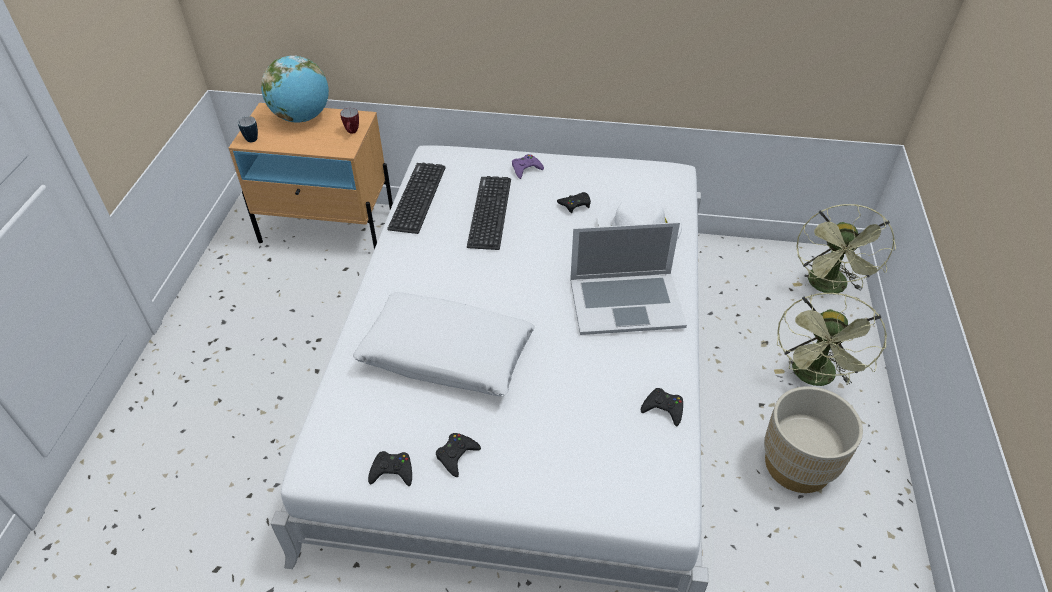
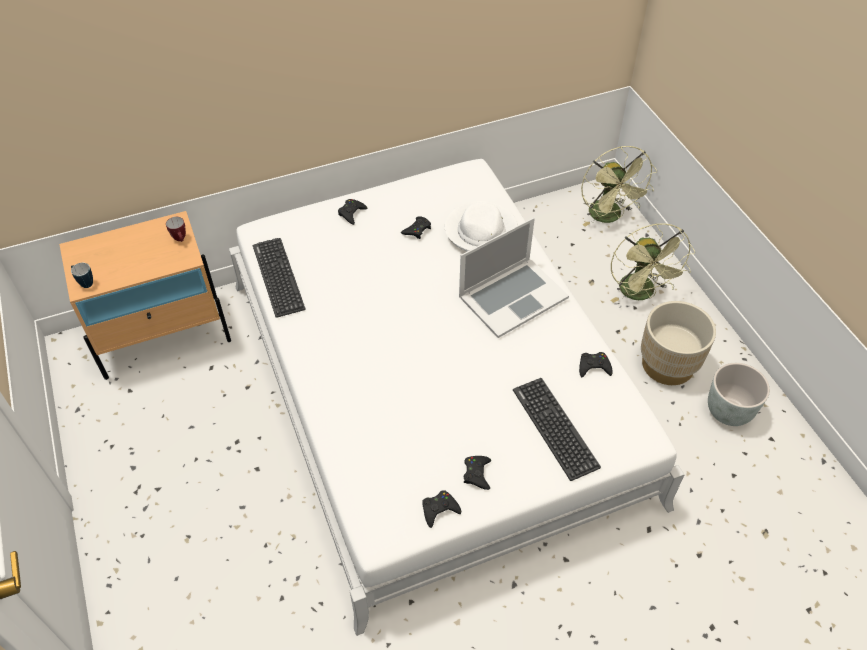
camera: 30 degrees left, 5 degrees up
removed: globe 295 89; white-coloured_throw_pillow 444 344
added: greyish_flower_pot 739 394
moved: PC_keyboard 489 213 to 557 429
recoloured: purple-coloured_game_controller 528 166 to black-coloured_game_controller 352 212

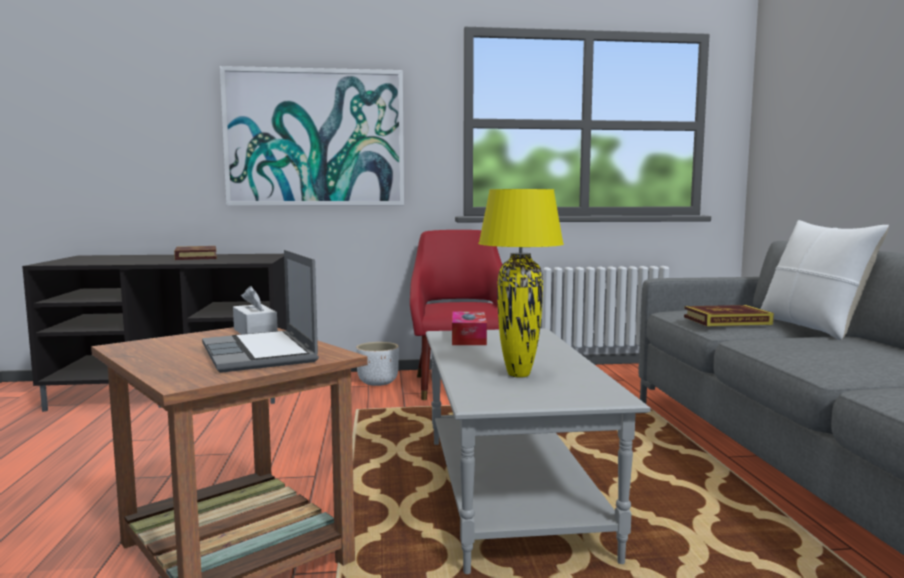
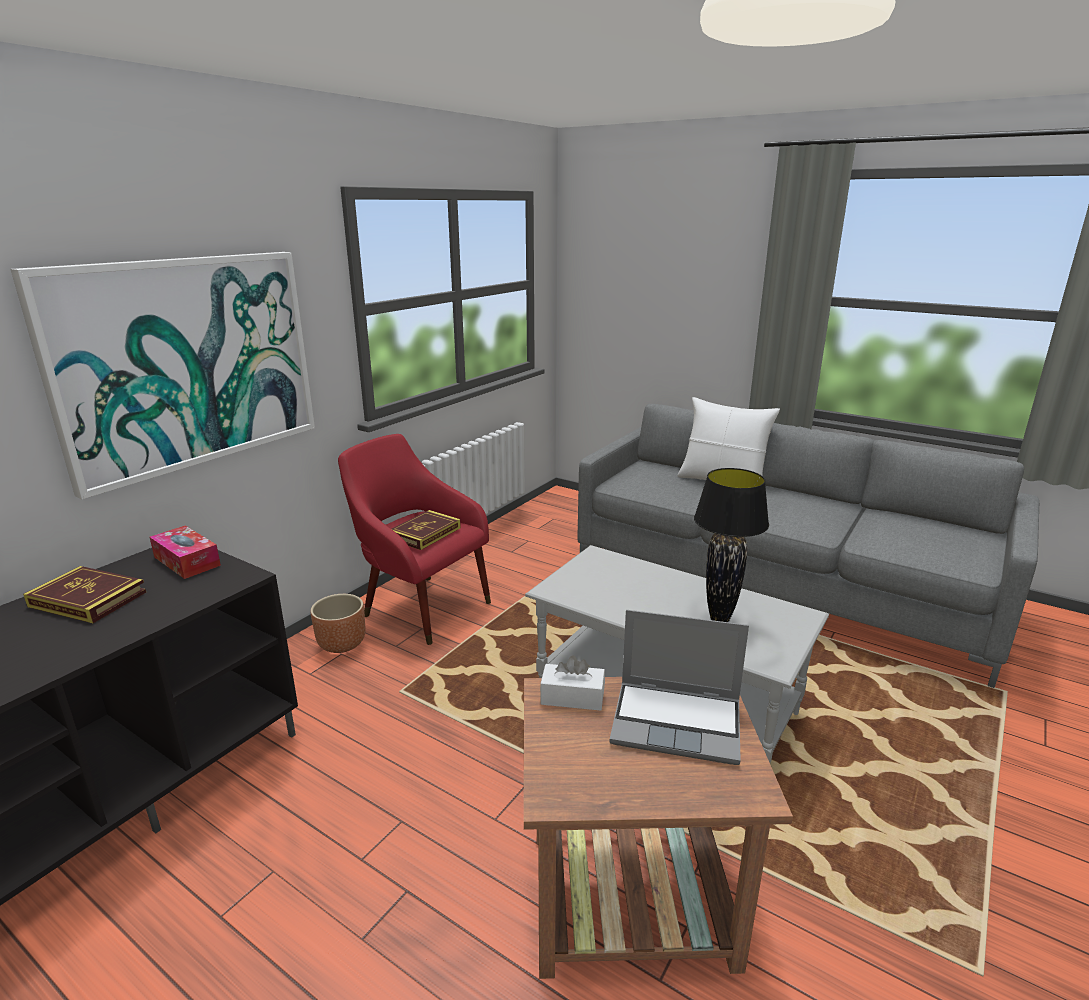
camera: 50 degrees left, 15 degrees up
moved: tissue_holder 469 328 to 185 552; bound_book 729 315 to 426 530
recoloured: white-coloured_flower_pot 377 364 to brownish_flower_pot 338 623; yellow-coloured_table_lamp 521 283 to black-coloured_table_lamp 731 545

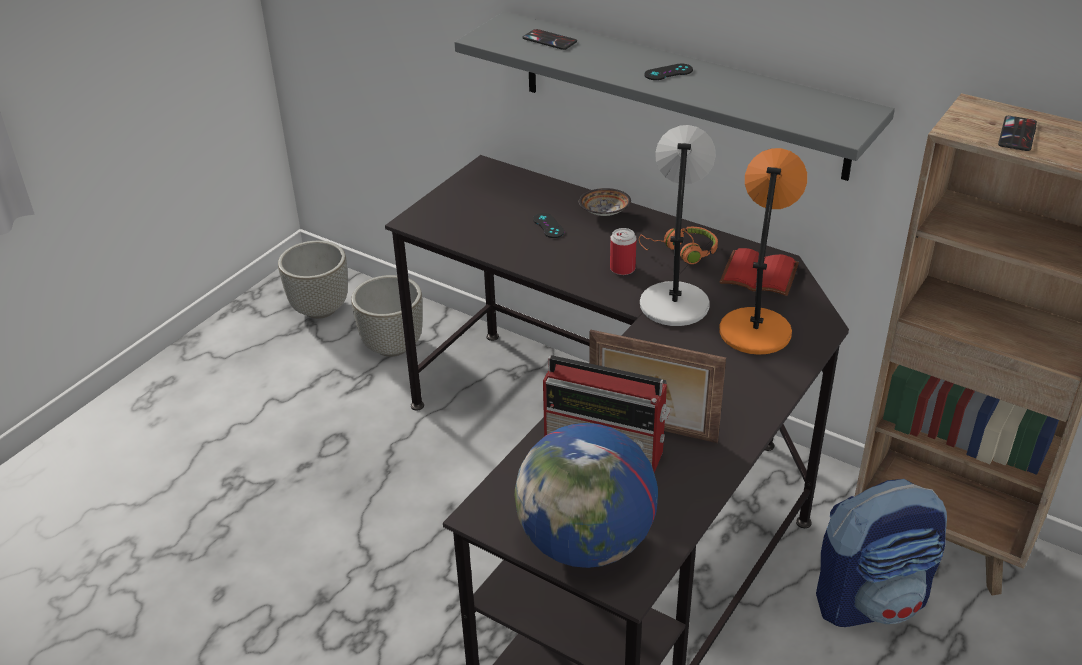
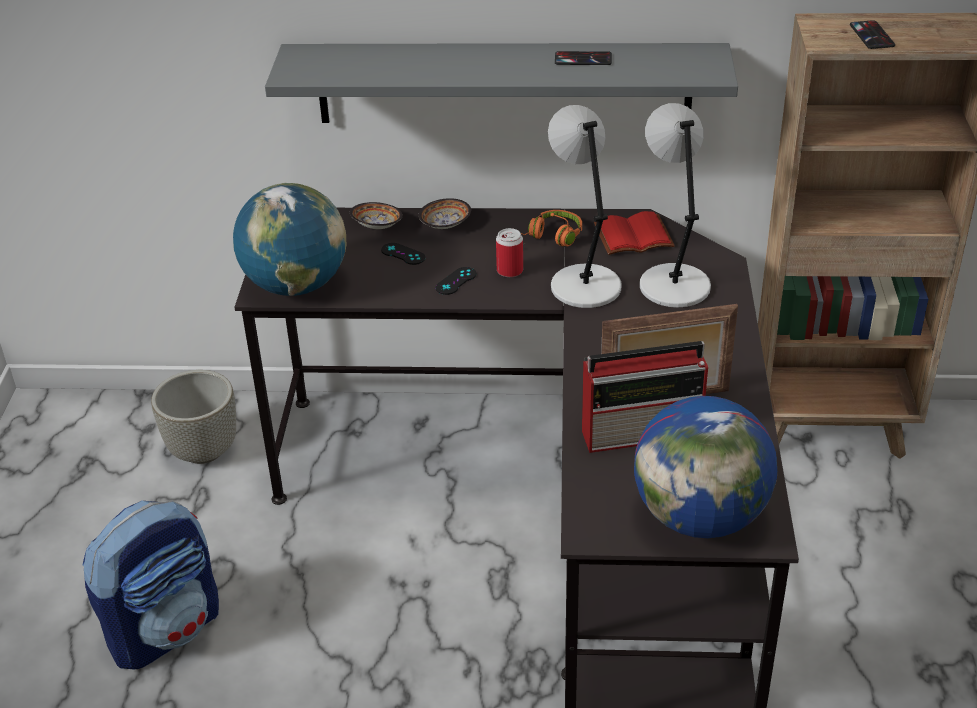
camera: 30 degrees left, 0 degrees up
removed: greyish_flower_pot 313 280
added: globe 289 239; serving_bowl 376 215
moved: rucksack 881 553 to 150 585; black-coloured_game_controller 668 72 to 456 281; telephone 549 39 to 583 58
recoloured: orange_table_lamp 763 251 to greyish_table_lamp 675 205

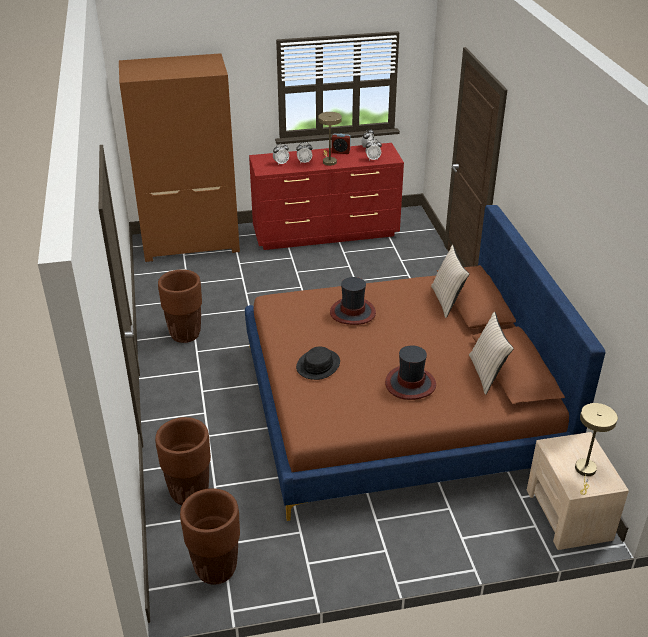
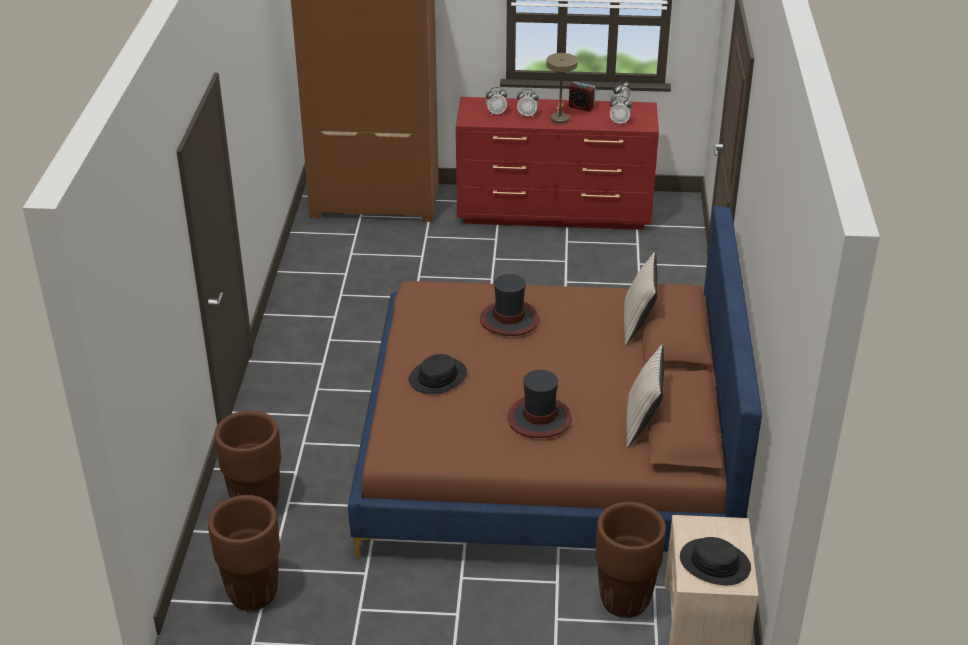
camera: 15 degrees right, 0 degrees up
moved: brownish_flower_pot 180 306 to 631 560
replaced: sand-coloured_table_lamp 596 449 to black-coloured_clothing_hat 715 561

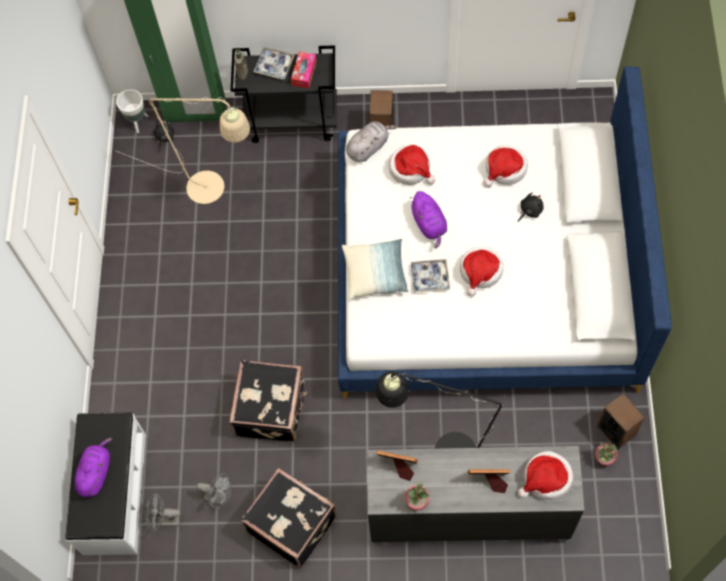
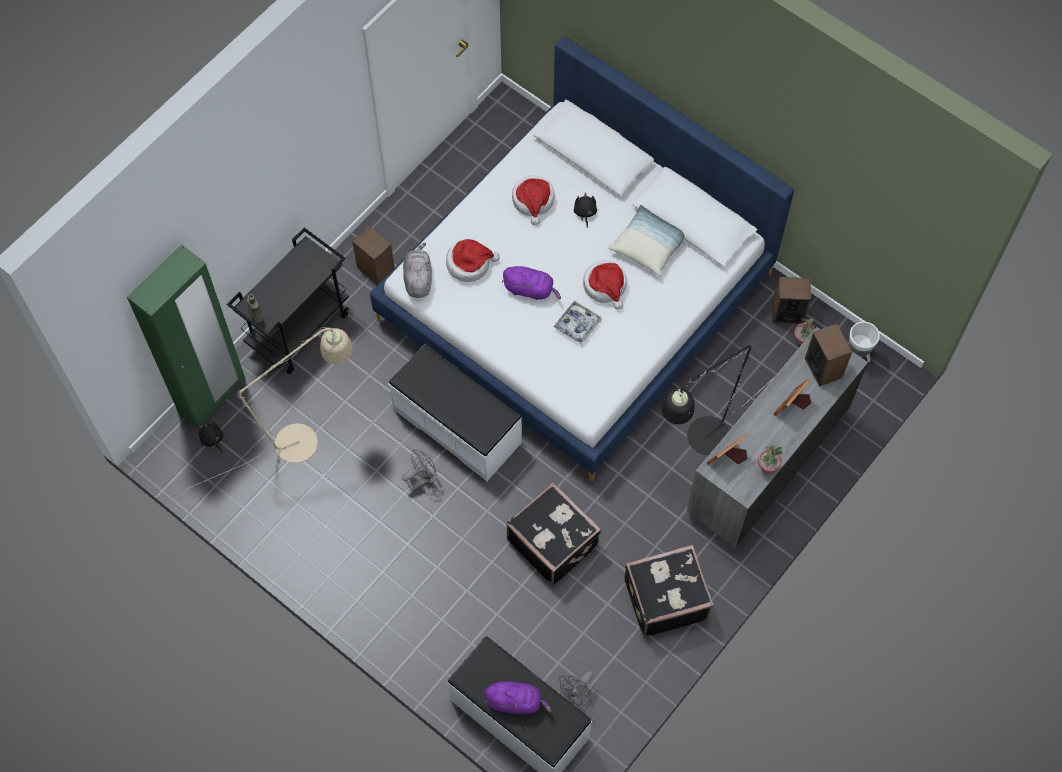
camera: 55 degrees left, 0 degrees up
removed: serving_tray 273 63; tissue_holder 304 70
added: white-coloured_bench 455 412
moved: greyish_fan 214 491 to 419 470; throw_pillow 375 269 to 646 240; white-coloured_flower_pot 132 111 to 864 341
replaced: clothing_hat 545 475 to loudspeaker 828 355
turned: purple-coloured_plush_toy 93 467 = 518 697 135 degrees clockwise

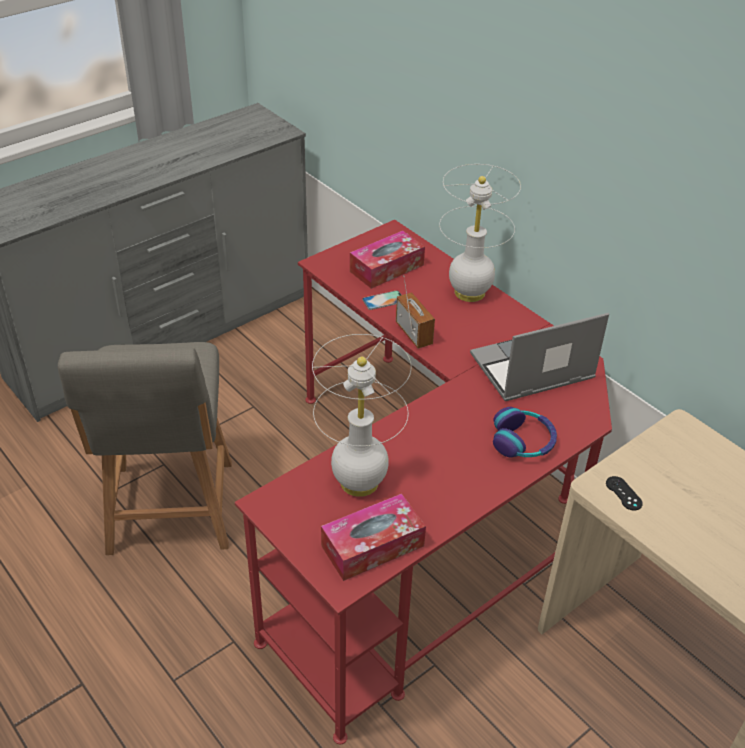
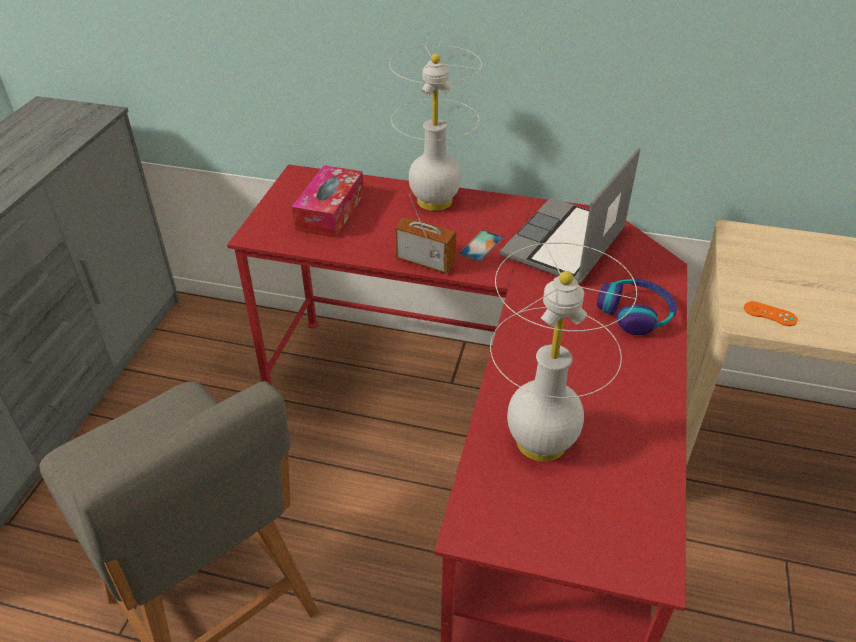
camera: 35 degrees left, 0 degrees up
removed: tissue_holder 373 537
moved: telephone 381 300 to 481 245
recoloured: black-coloured_game_controller 624 493 to orange_game_controller 771 313

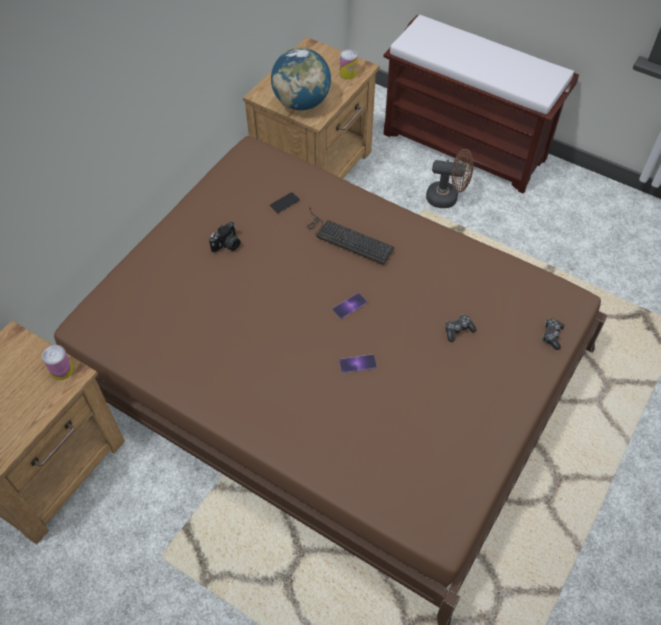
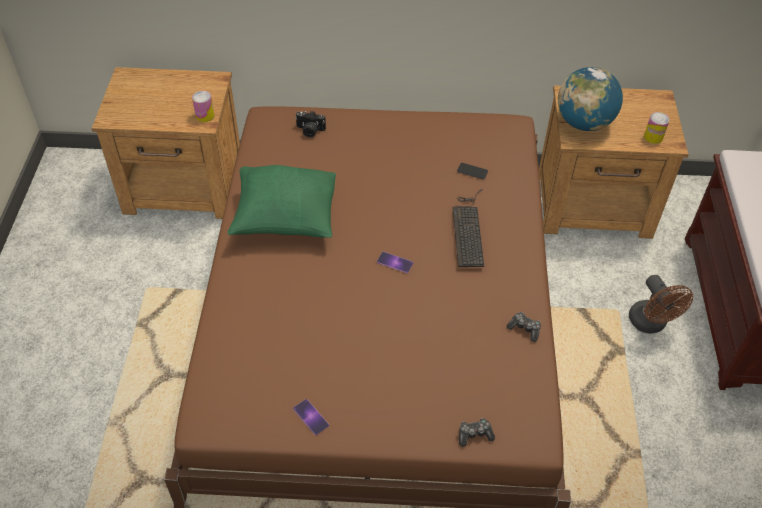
camera: 60 degrees right, 5 degrees down
added: green_throw_pillow 281 201
moved: telephone 358 363 to 311 417; photo_camera 224 237 to 310 124; game_controller 461 328 to 524 327

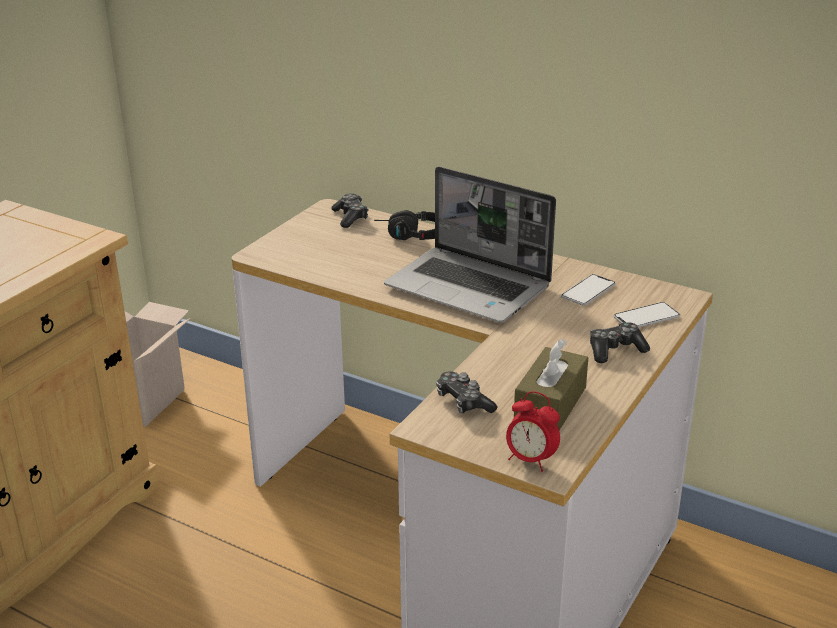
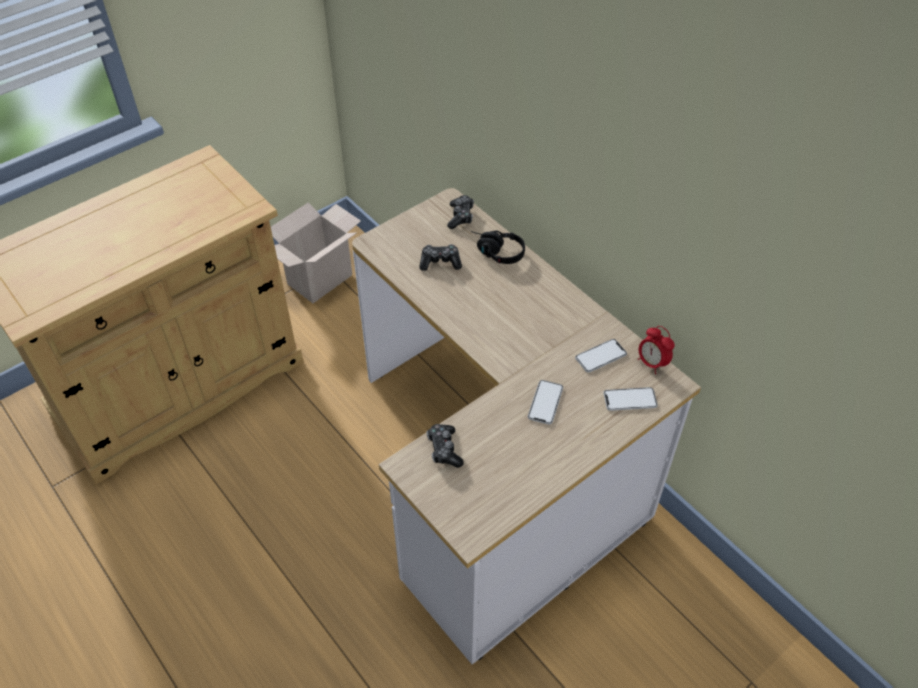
camera: 20 degrees right, 20 degrees up
removed: portable_computer 470 244; brownish_tissue_holder 551 385
added: telephone 545 402
moved: game_controller 620 342 to 440 257; alarm_clock 533 431 to 656 350

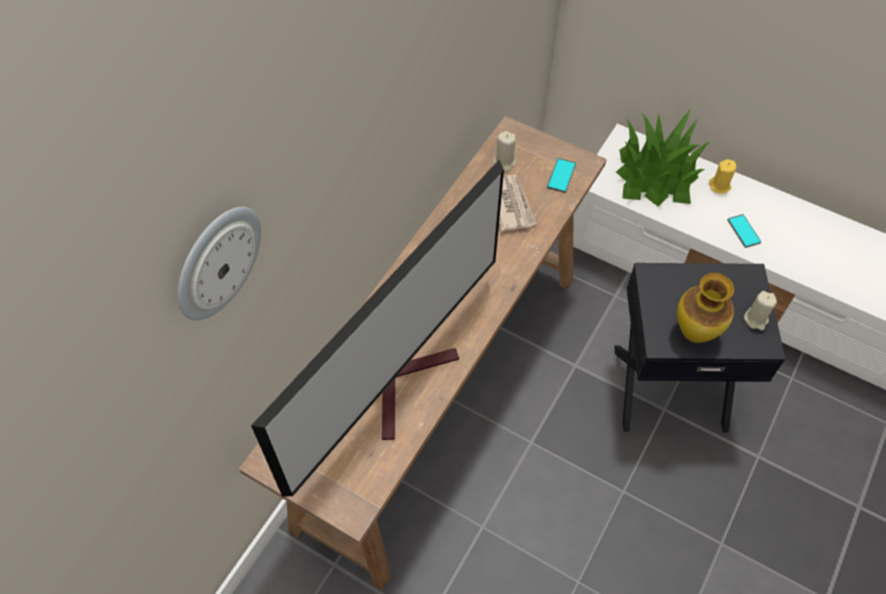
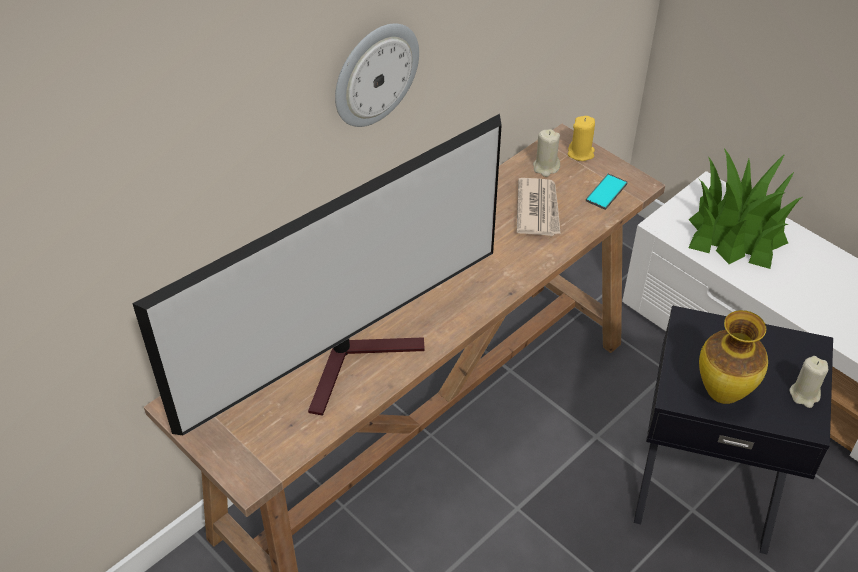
camera: 15 degrees right, 10 degrees down
removed: telephone 744 231
moved: hanging_clock 219 264 to 377 75; yellow-coloured_candle 723 176 to 581 138

